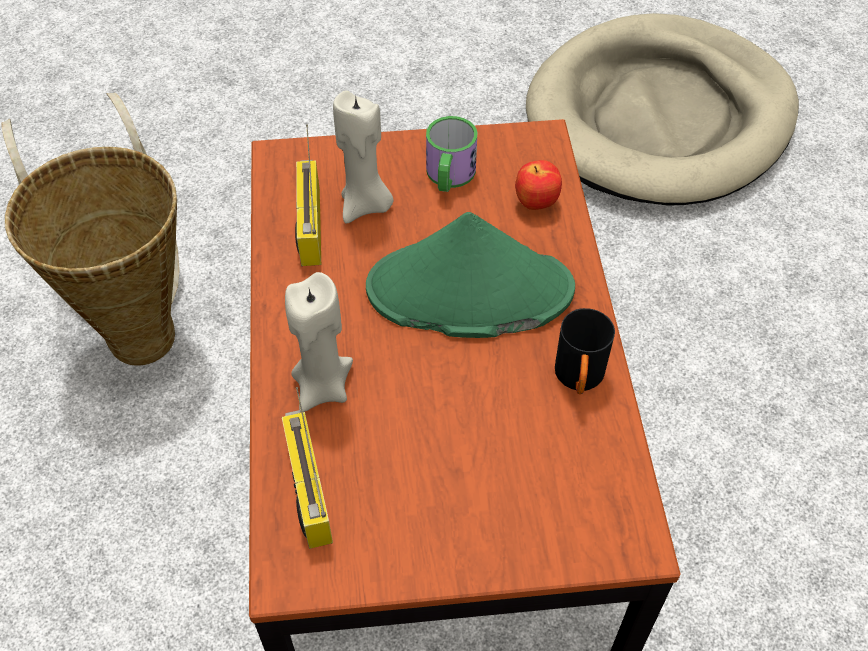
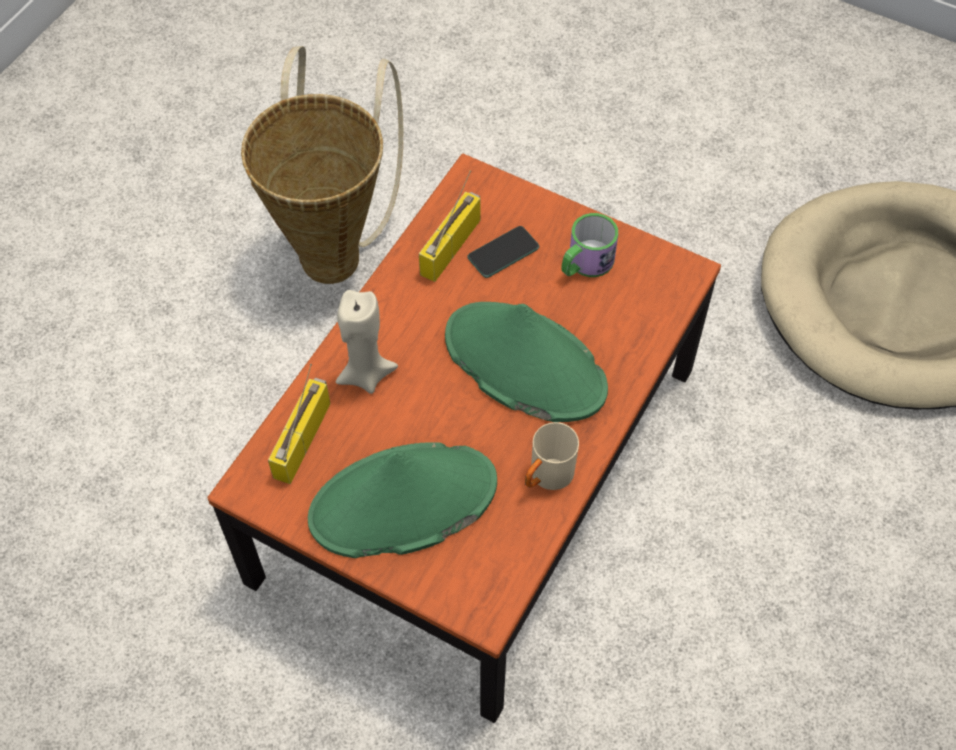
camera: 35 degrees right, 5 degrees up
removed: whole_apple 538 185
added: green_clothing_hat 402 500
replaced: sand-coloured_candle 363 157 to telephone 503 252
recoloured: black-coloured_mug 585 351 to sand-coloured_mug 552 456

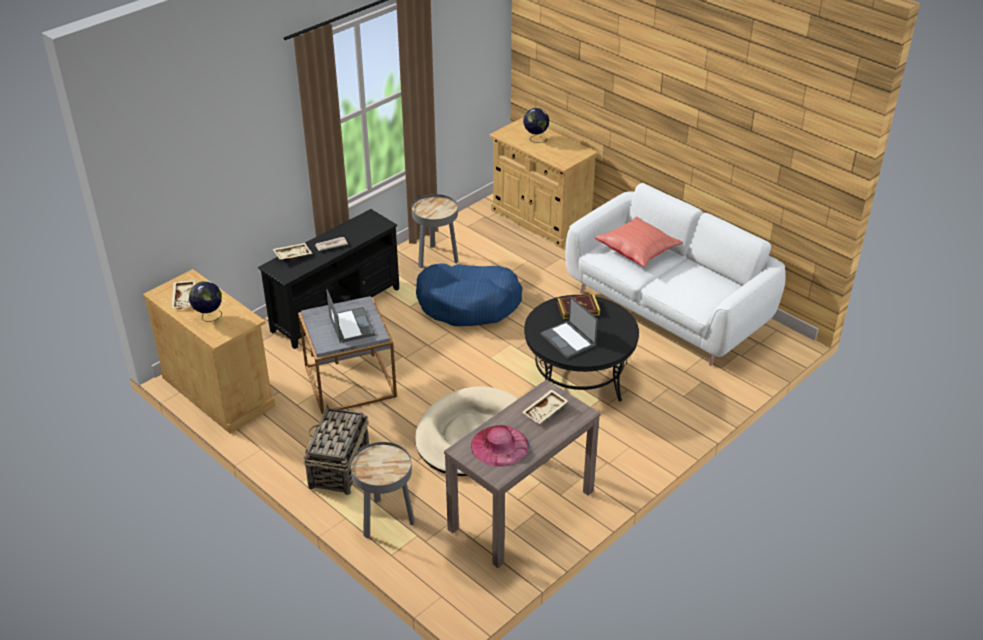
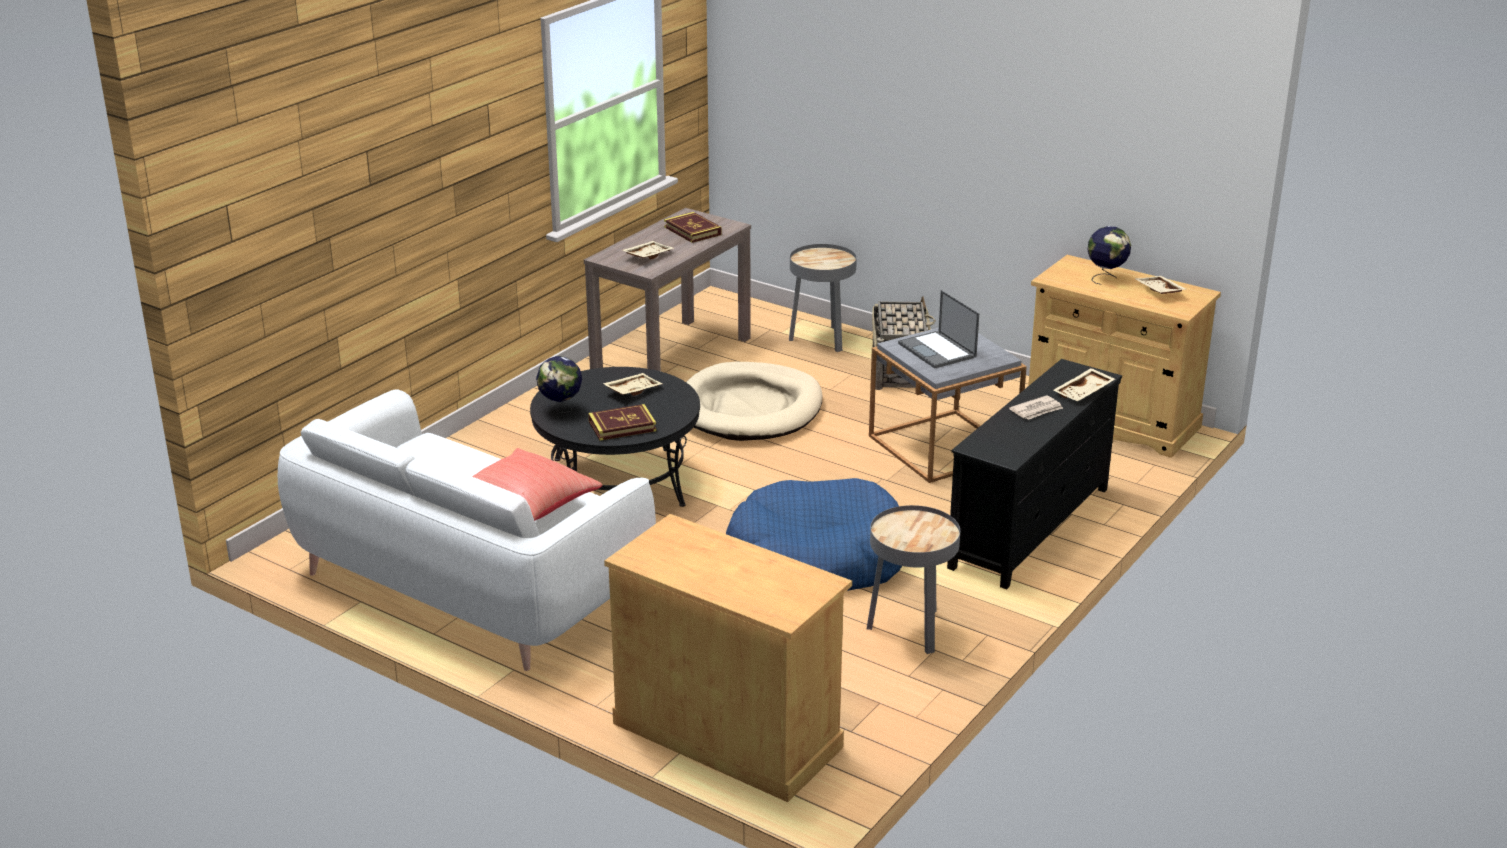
camera: 170 degrees right, 10 degrees down
moved: globe 536 125 to 559 384
replaced: portable_computer 569 327 to sand-coloured_serving_tray 633 384; pinkish_clothing_hat 500 446 to bound_book 692 227

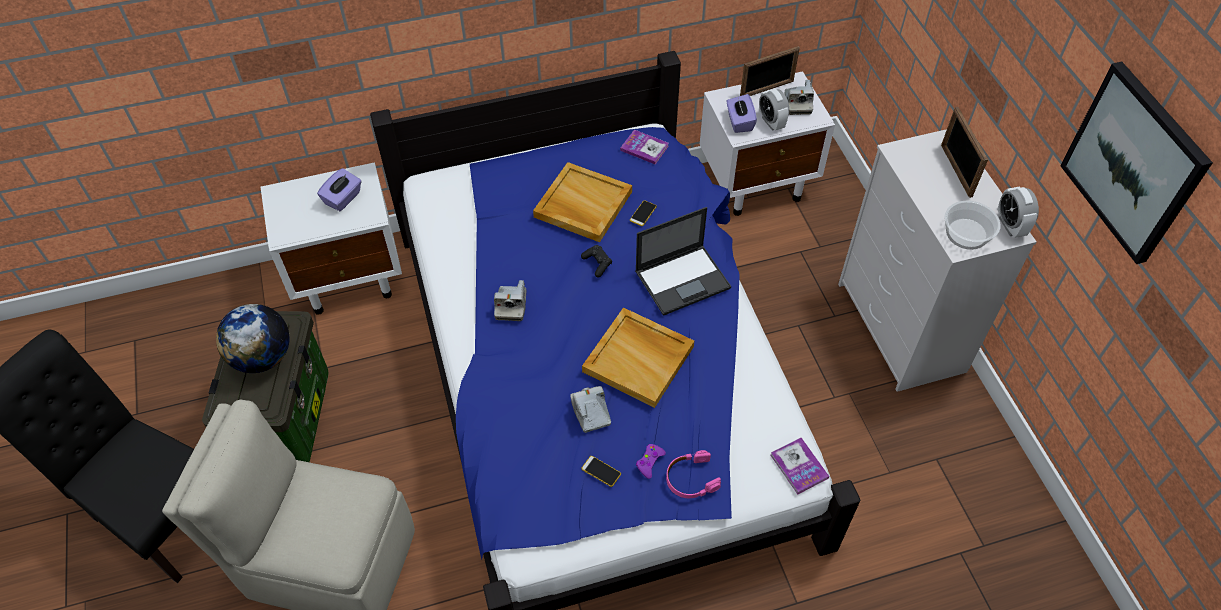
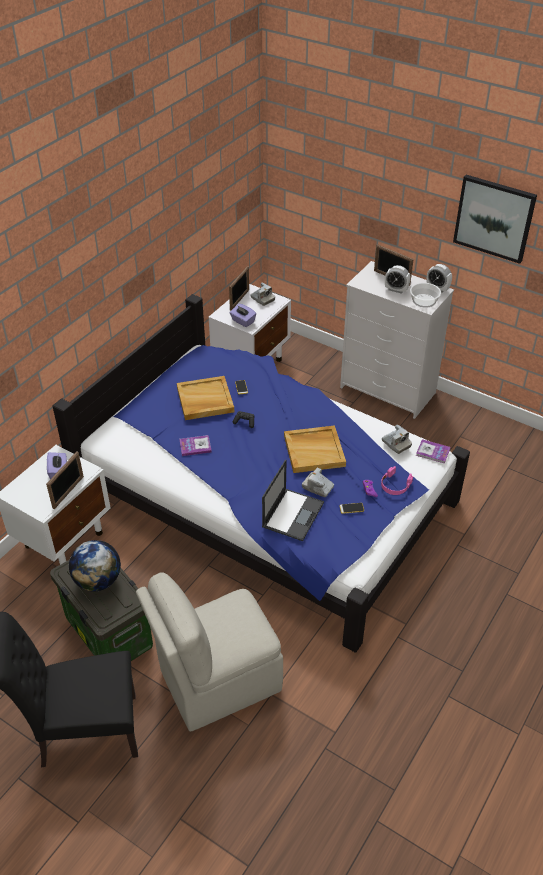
camera: 40 degrees left, 10 degrees down
added: standing_frame 65 480
moved: bound_book 644 147 to 196 445; portable_computer 683 261 to 293 500; photo_camera 510 300 to 397 439; alarm_clock 774 110 to 398 279

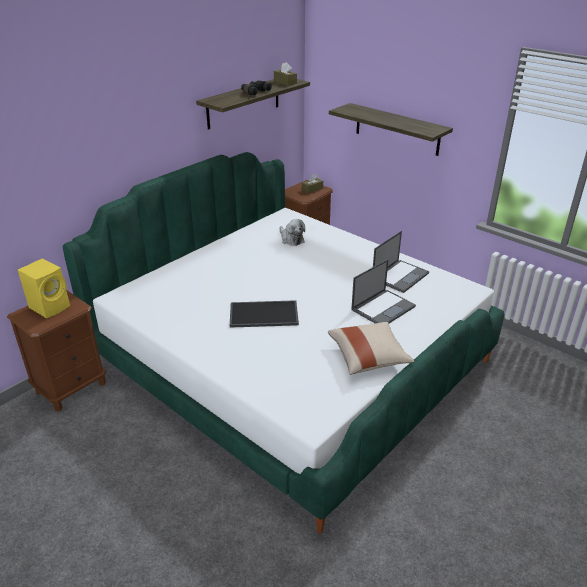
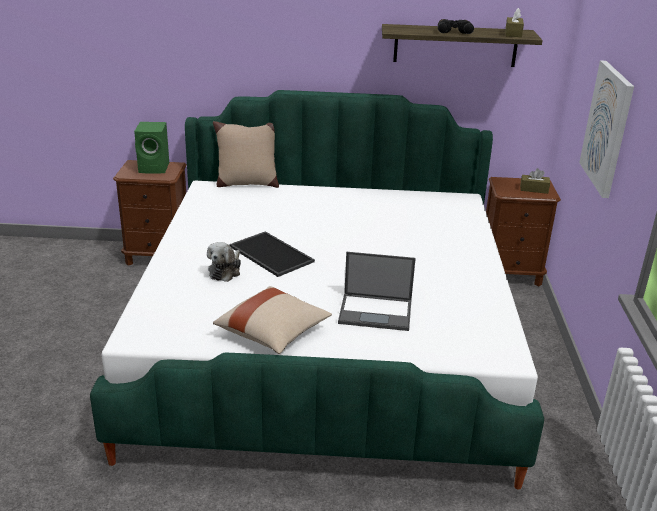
camera: 50 degrees right, 5 degrees down
removed: portable_computer 401 262
added: sand-coloured_throw_pillow 246 154
moved: plush_toy 292 232 to 224 262
replaced: wall_shelf 391 129 to picture 606 129
recoloured: yellow-coloured_loudspeaker 44 288 to green_loudspeaker 151 148

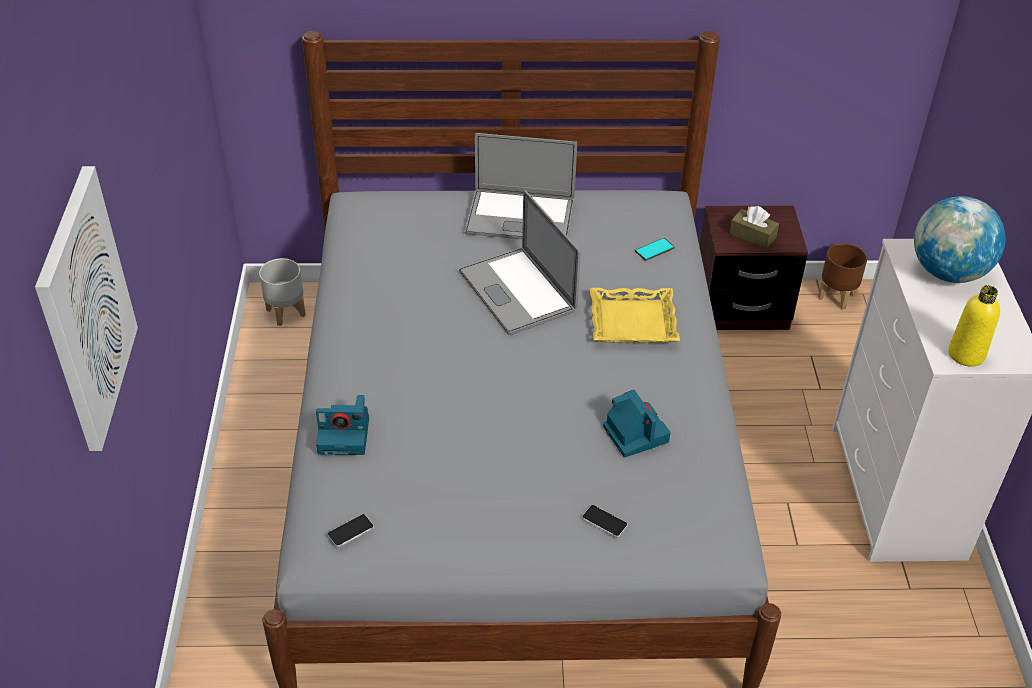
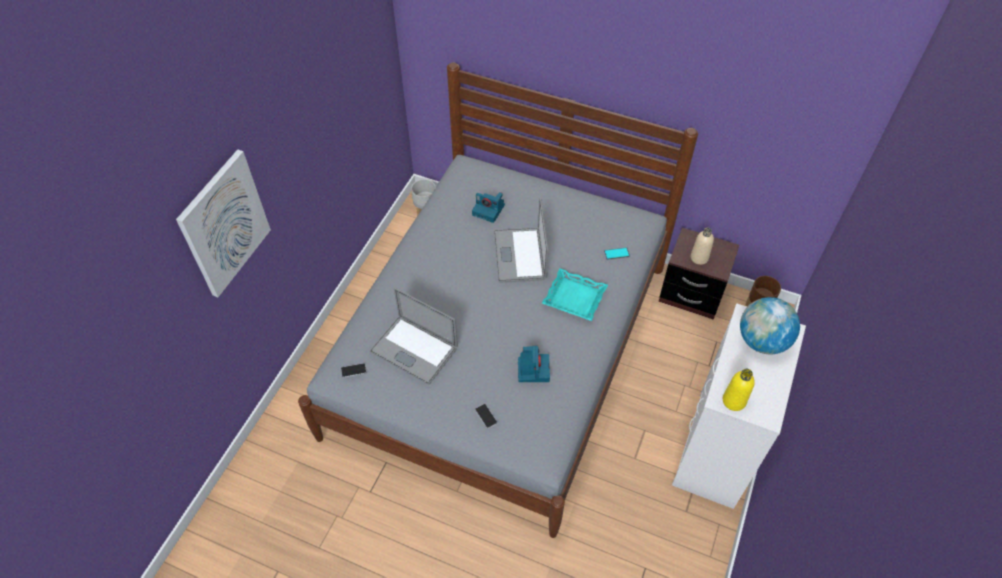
camera: 25 degrees right, 10 degrees up
moved: portable_computer 521 186 to 414 336; photo_camera 342 425 to 488 207
replaced: brownish_tissue_holder 754 227 to sand-coloured_drink_bottle 702 246
recoloured: yellow-coloured_serving_tray 635 315 to blue-green_serving_tray 575 294

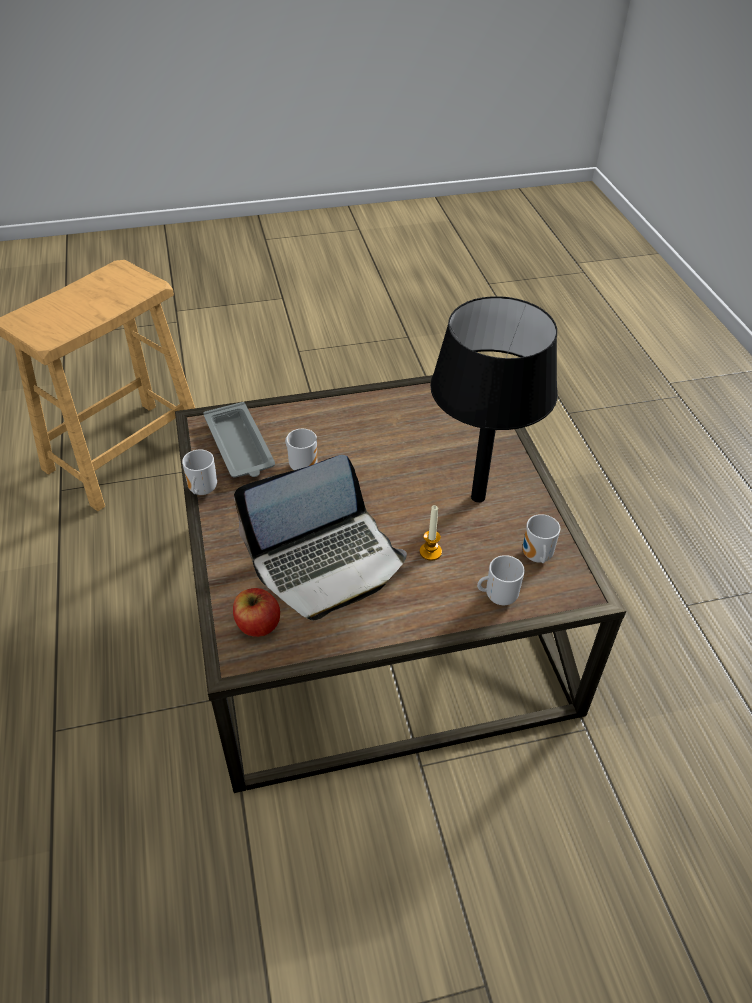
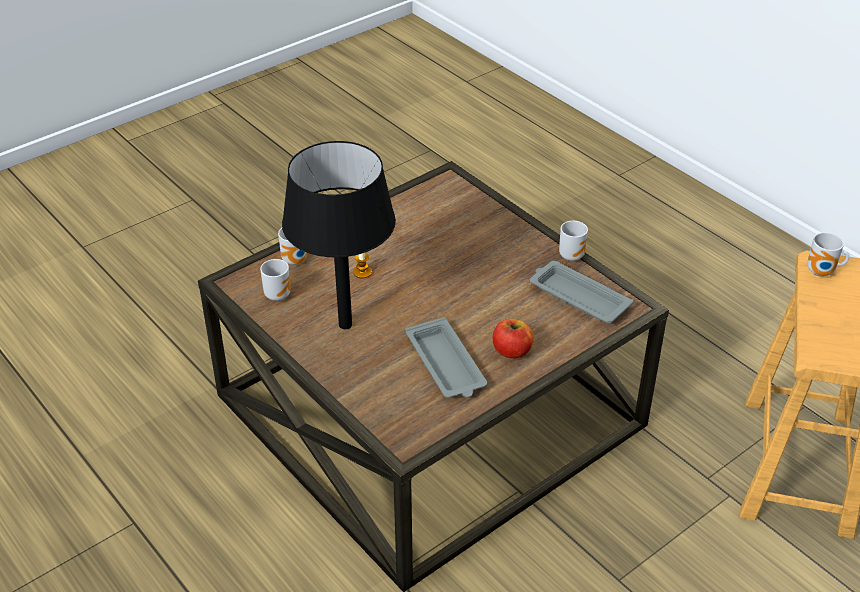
camera: 155 degrees right, 5 degrees down
removed: portable_computer 320 537
added: greyish_serving_tray 446 357
moved: whole_apple 256 612 to 513 338; mug 301 449 to 828 254

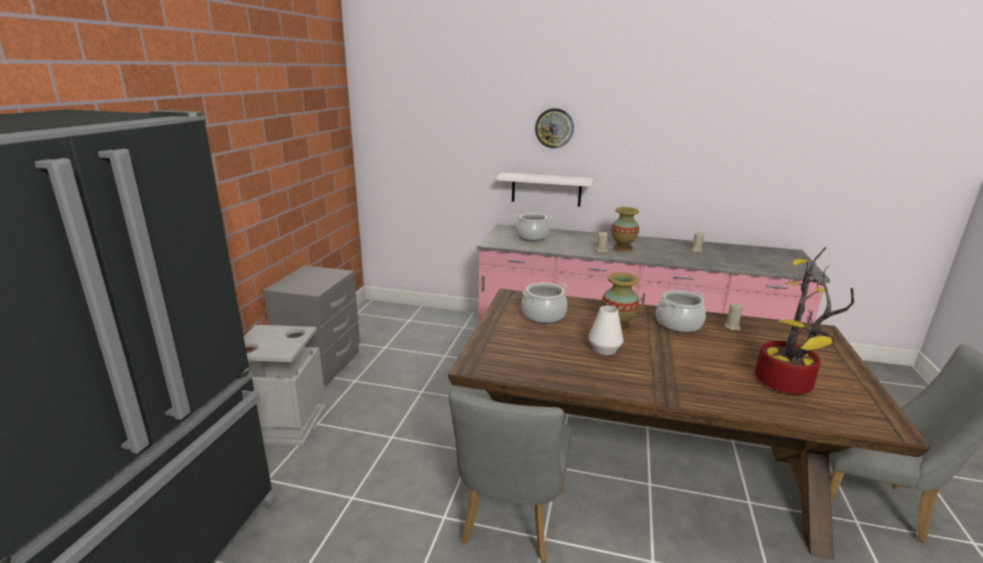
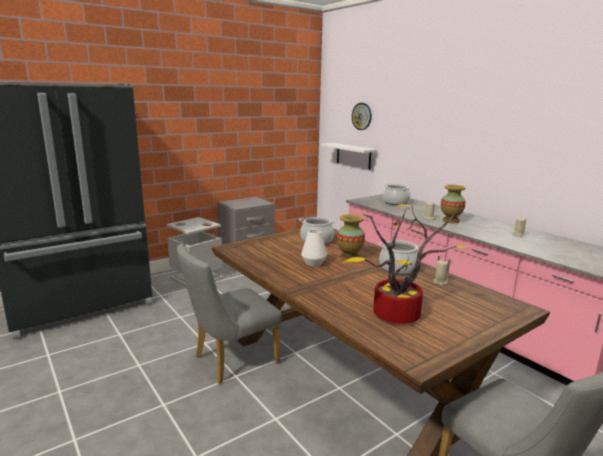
camera: 40 degrees right, 5 degrees down
moved: white-coloured_wall_shelf 545 189 to 348 156; hanging_clock 554 128 to 362 116

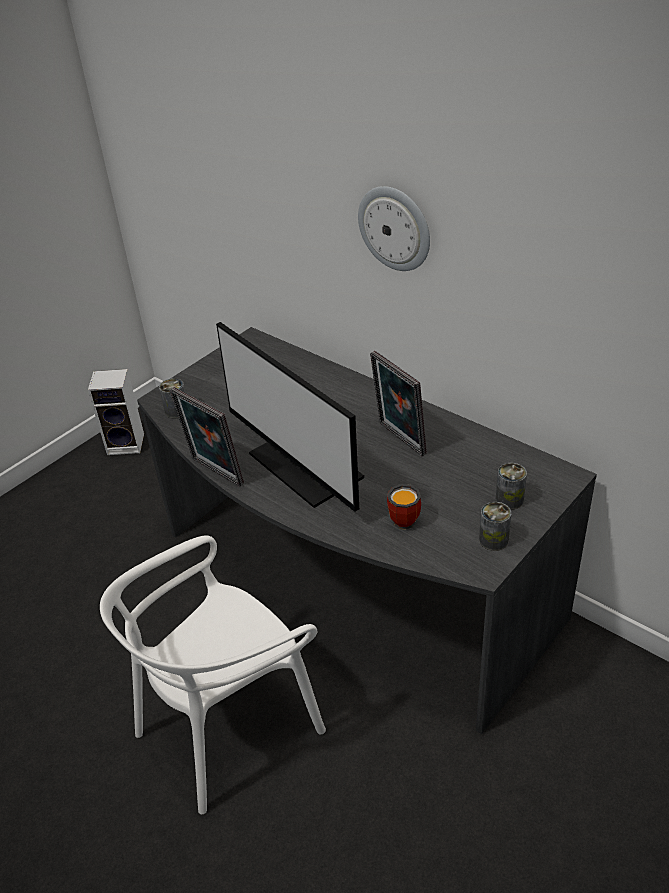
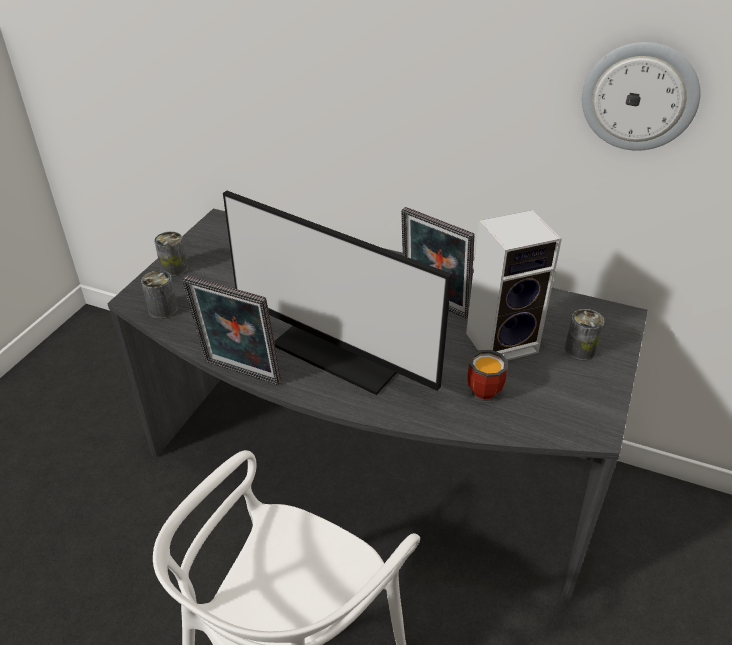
camera: 20 degrees left, 0 degrees up
moved: sealed_can 495 526 to 171 253; loudspeaker 116 412 to 514 285; hanging_clock 394 228 to 641 96

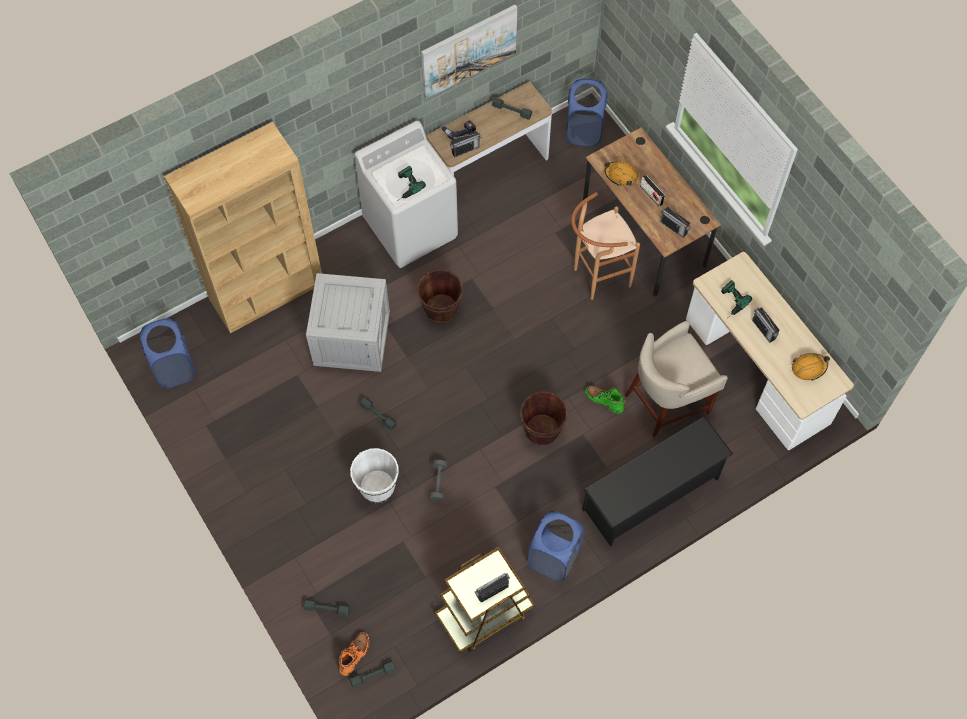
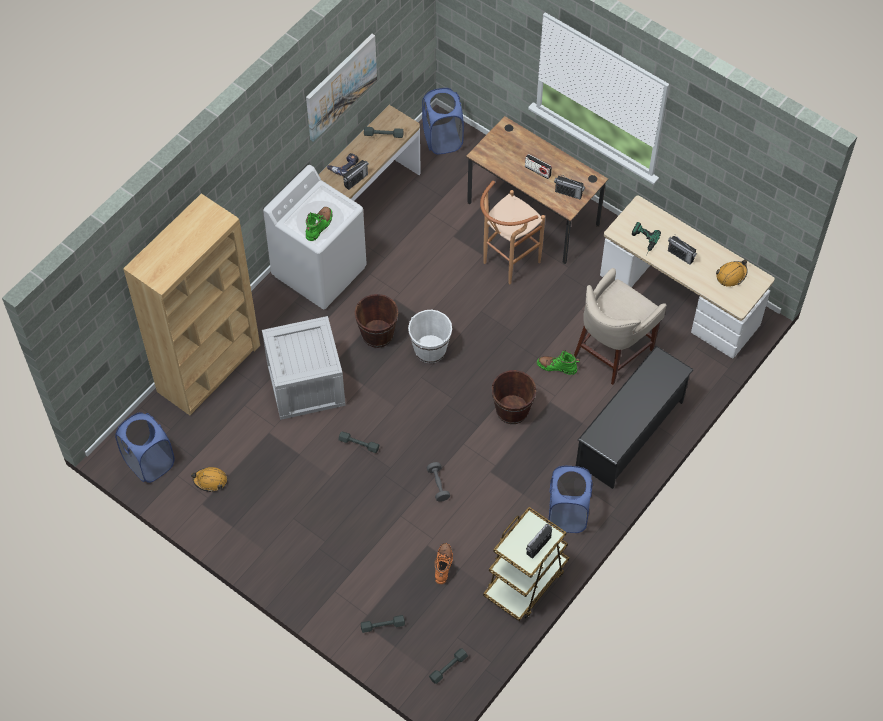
camera: 20 degrees left, 5 degrees down
moved: orange_hard_hat 621 173 to 209 479; white-coloured_pail 374 475 to 430 336; orange_boot 354 654 to 444 563
replaced: drill 411 183 to green_boot 319 224

